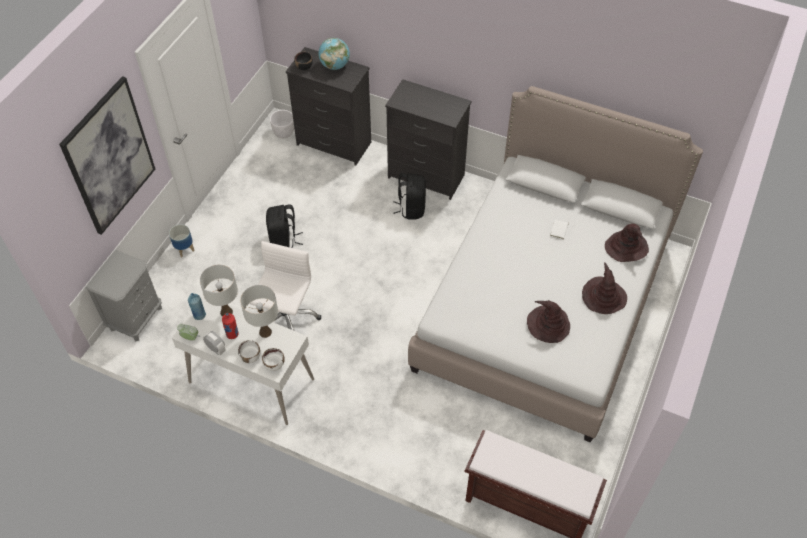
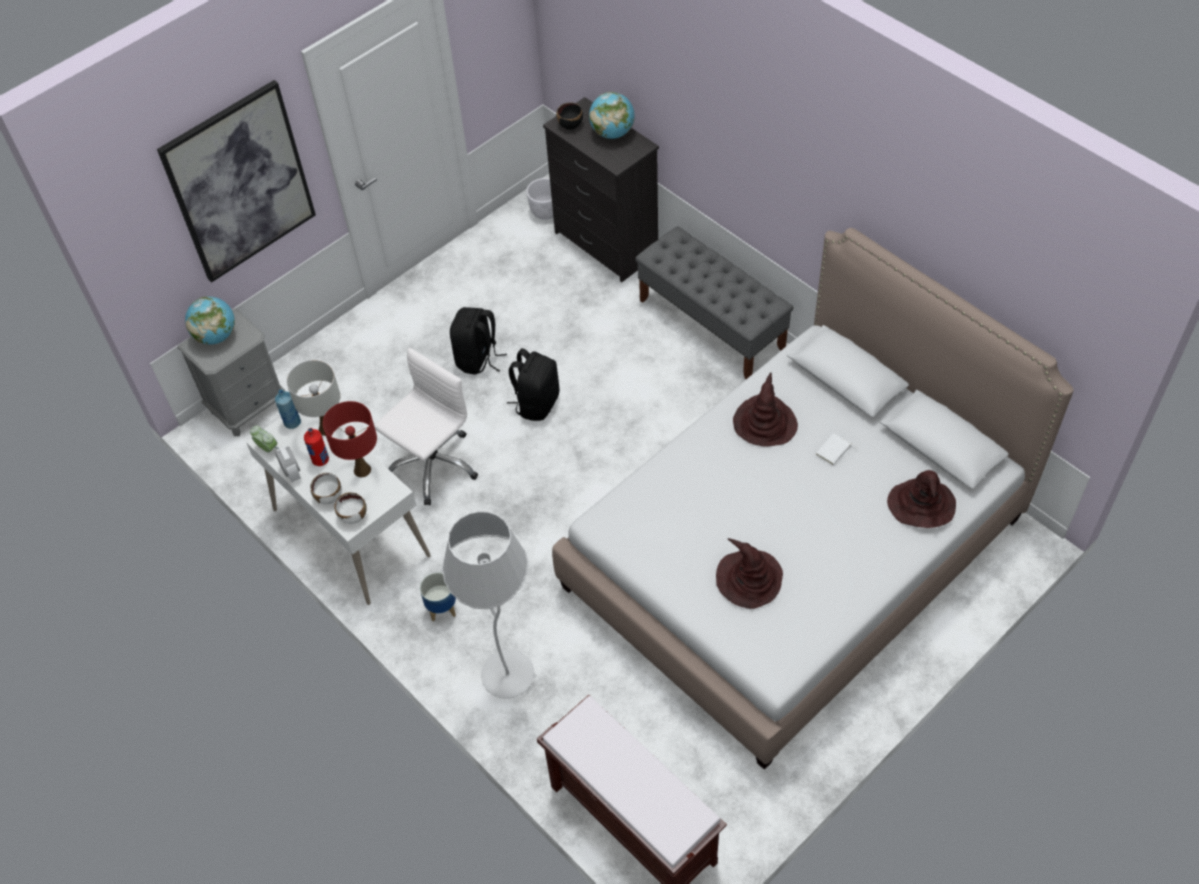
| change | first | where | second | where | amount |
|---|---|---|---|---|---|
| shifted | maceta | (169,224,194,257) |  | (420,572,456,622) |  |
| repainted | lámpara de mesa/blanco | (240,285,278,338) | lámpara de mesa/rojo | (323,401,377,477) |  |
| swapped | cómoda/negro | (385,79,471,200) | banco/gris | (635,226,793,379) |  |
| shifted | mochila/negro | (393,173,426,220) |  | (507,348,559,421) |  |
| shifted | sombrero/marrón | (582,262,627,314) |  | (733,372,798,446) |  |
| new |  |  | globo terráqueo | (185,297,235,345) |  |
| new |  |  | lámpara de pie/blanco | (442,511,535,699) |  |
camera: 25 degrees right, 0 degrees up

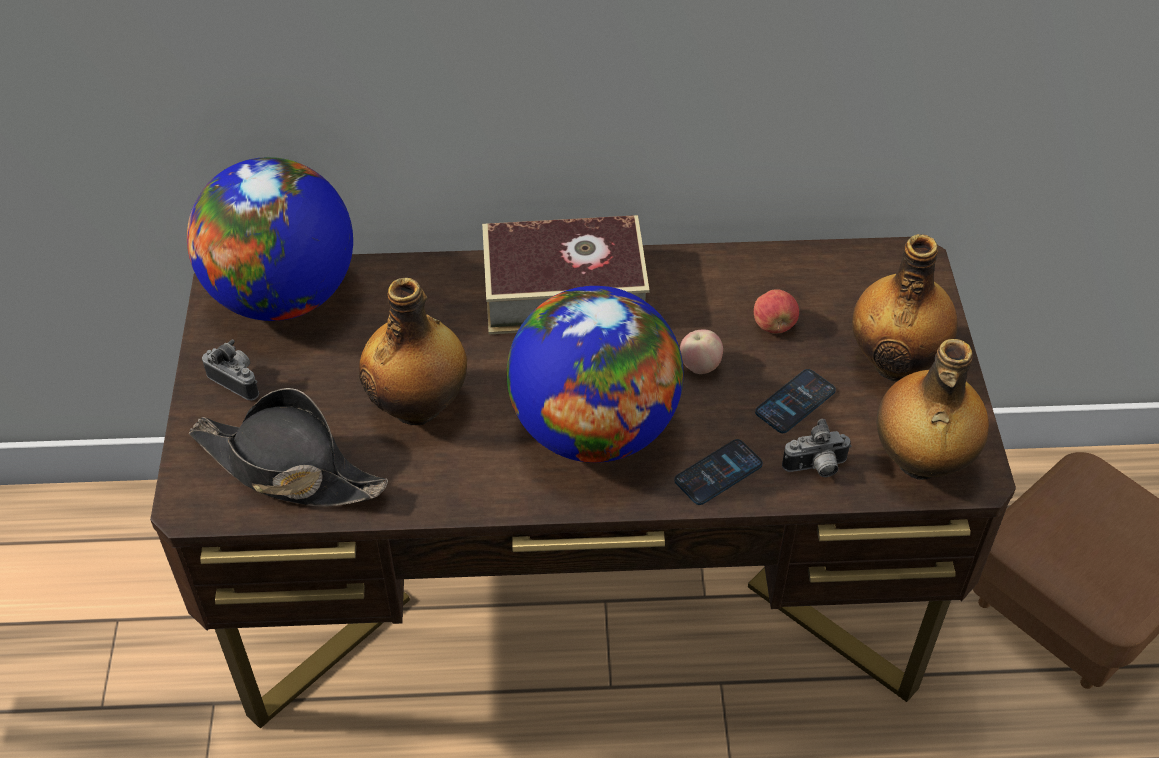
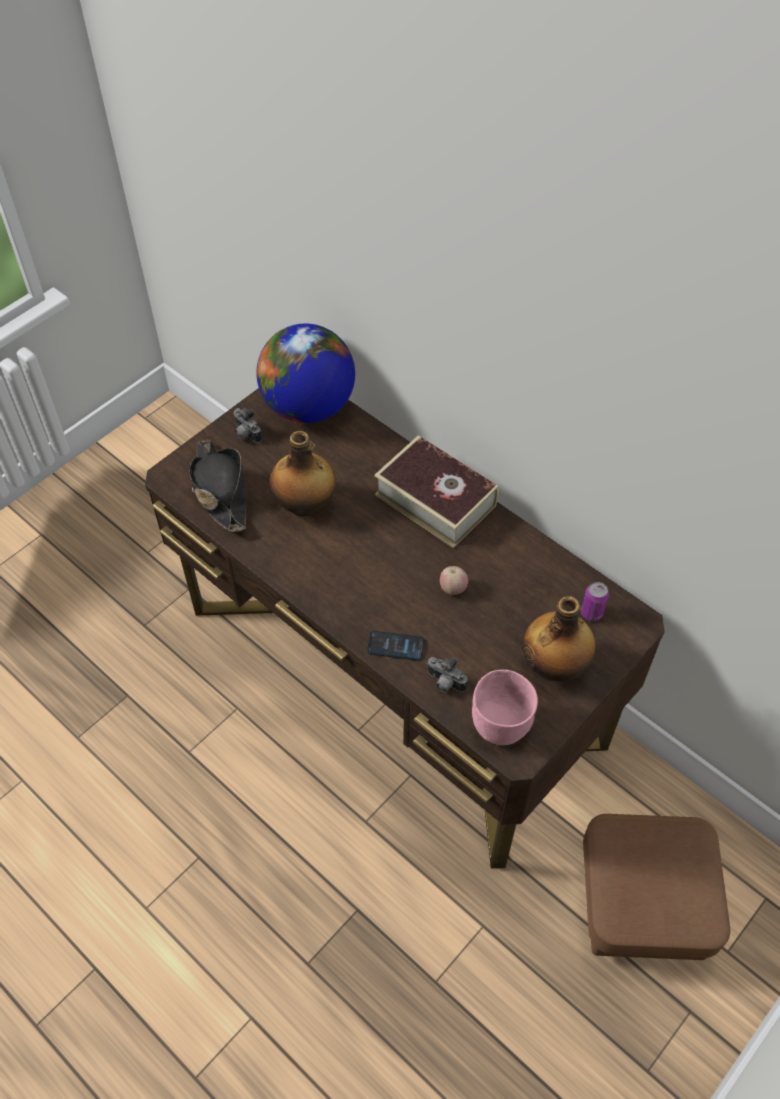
| change | first | where | second | where | amount |
|---|---|---|---|---|---|
| rotated | cámara | (202,339,259,401) |  | (234,408,262,443) | 150 degrees clockwise |
| gone | globo terráqueo | (507,286,683,463) |  |  |  |
| gone | manzana | (754,289,799,333) |  |  |  |
| gone | móvil | (755,369,836,433) |  |  |  |
| swapped | botella | (876,339,989,480) | cuenco/rosa | (472,670,538,745) |  |
| new |  |  | lata | (581,582,609,621) |  |
camera: 45 degrees right, 5 degrees up

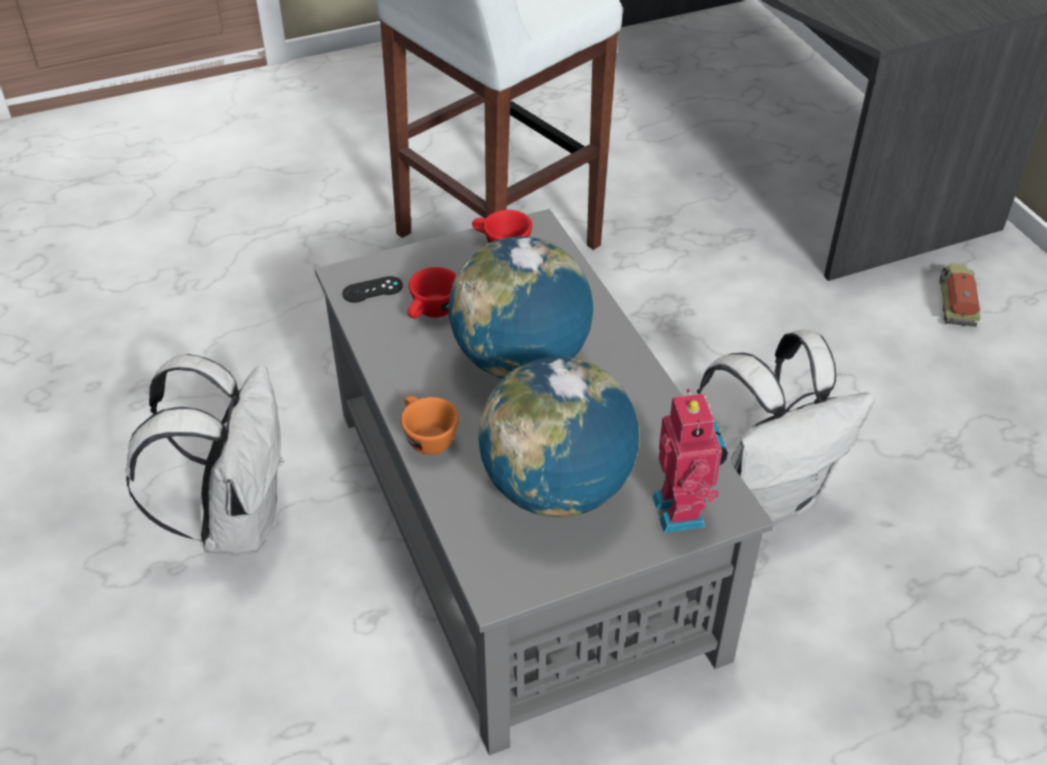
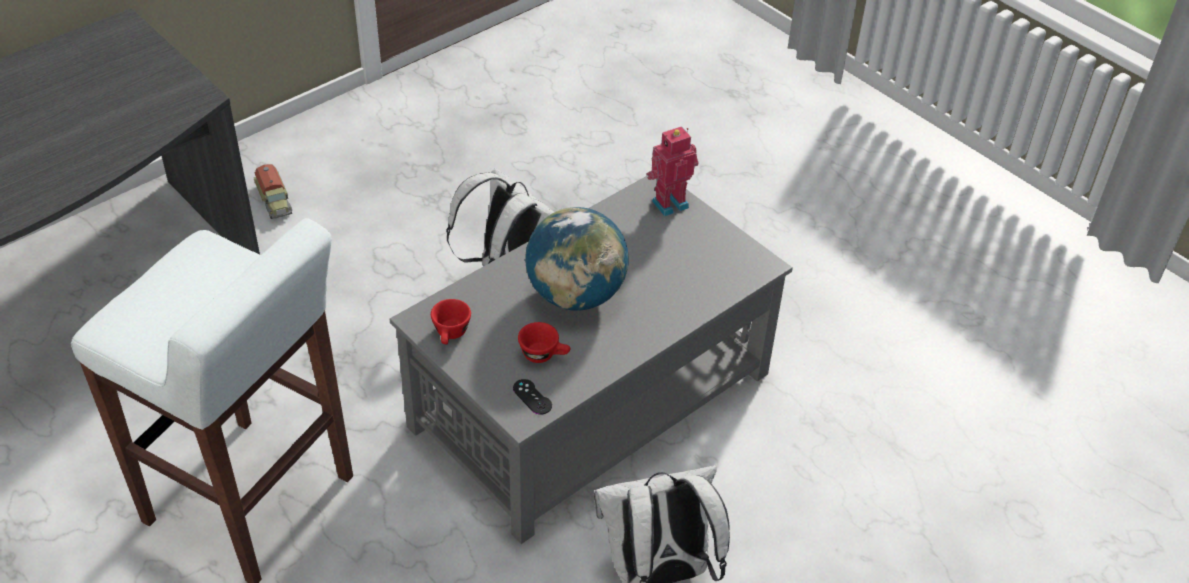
| change | first | where | second | where | amount |
|---|---|---|---|---|---|
| gone | taza/naranja | (401,396,459,455) |  |  |  |
| gone | globo terráqueo | (478,356,639,517) |  |  |  |
| rotated | camión de juguete | (940,264,980,327) |  | (254,164,292,219) | 105 degrees counterclockwise |
camera: 110 degrees left, 0 degrees up

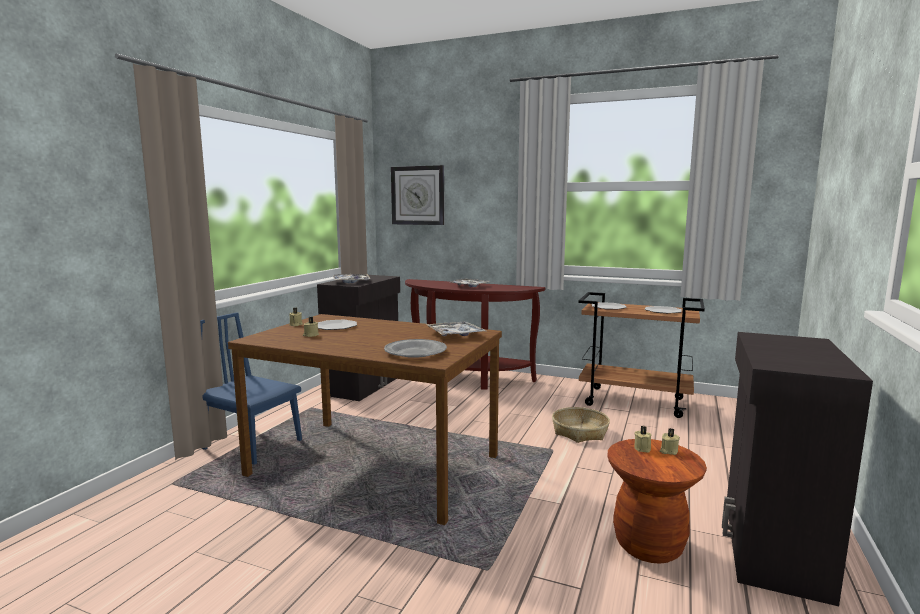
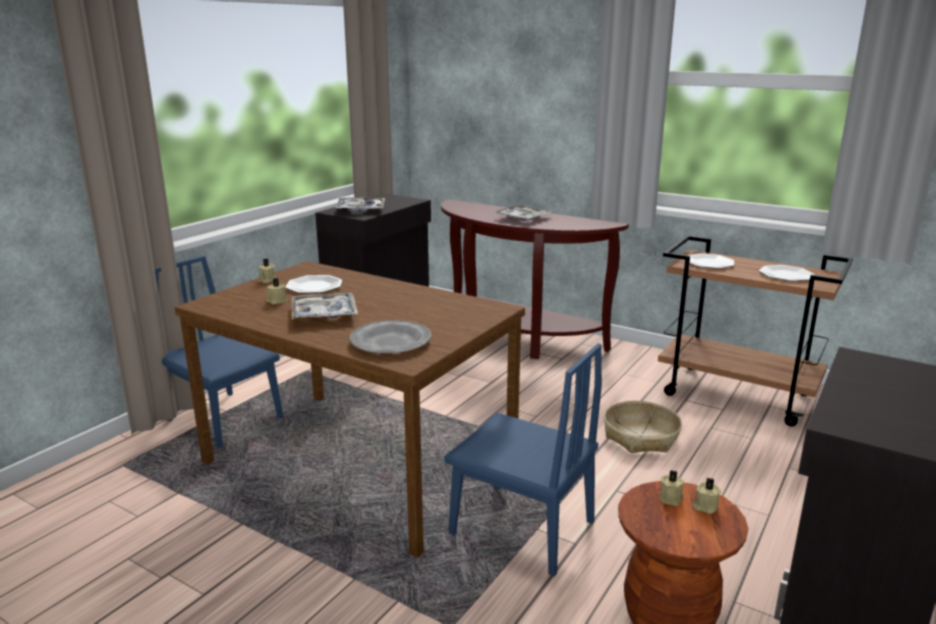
| change | first | where | second | where | amount |
|---|---|---|---|---|---|
| gone | reloj de pared | (391,165,444,225) |  |  |  |
| shifted | bandeja | (425,322,486,336) |  | (292,293,358,319) |  |
| new |  |  | silla/azul | (444,343,602,577) |  |
camera: 10 degrees right, 10 degrees up

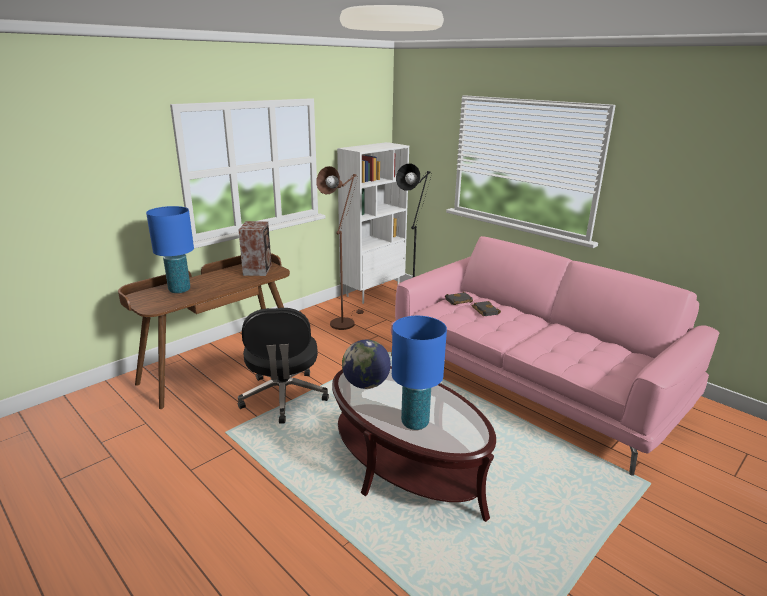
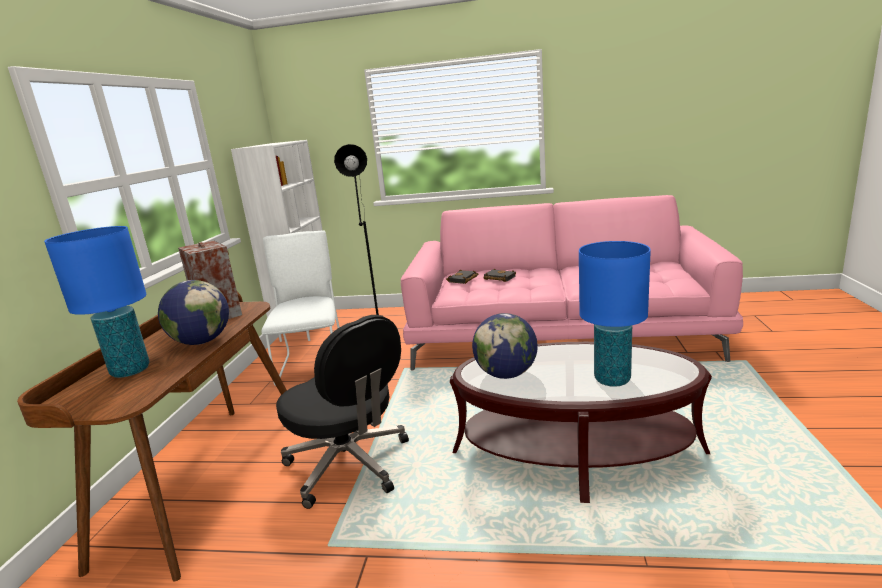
| change | first | where | second | where | amount |
|---|---|---|---|---|---|
| swapped | lámpara de pie/marrón | (316,166,364,330) | silla/blanco | (261,230,340,386) |  |
| new |  |  | globo terráqueo | (158,280,229,345) |  |
camera: 35 degrees left, 5 degrees down

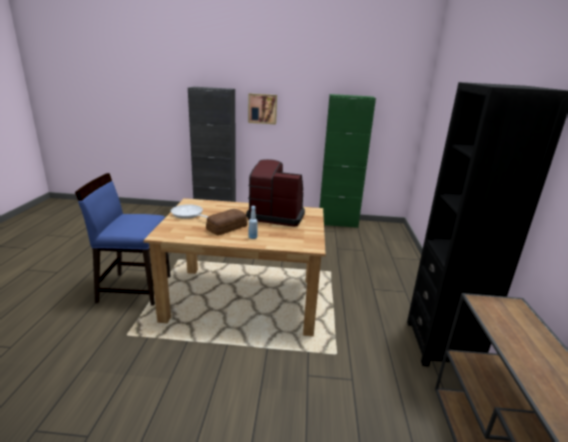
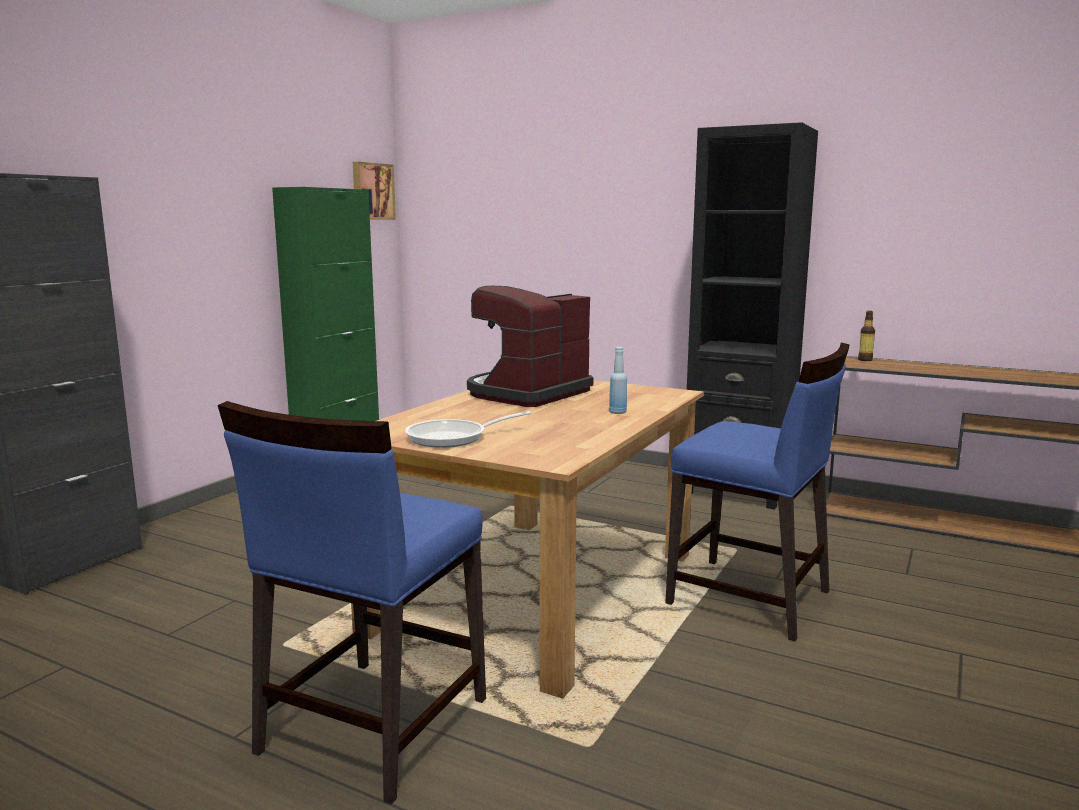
| change | first | where | second | where | amount |
|---|---|---|---|---|---|
| gone | pan | (206,209,247,236) |  |  |  |
| shifted | cuadro | (248,93,277,124) |  | (353,162,396,220) |  |
| new |  |  | silla/azul | (665,343,849,642) |  |
| new |  |  | botella | (858,311,875,361) |  |
camera: 65 degrees left, 10 degrees down

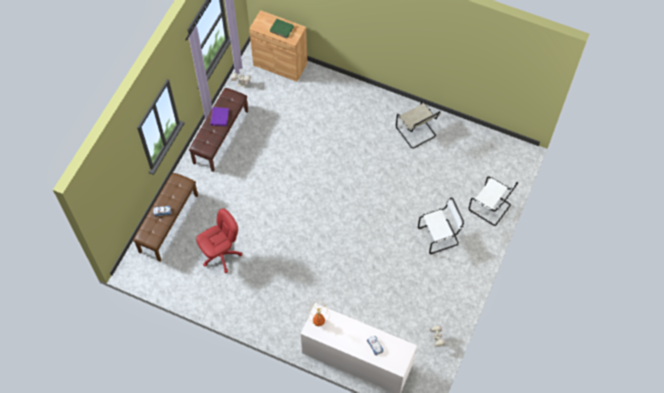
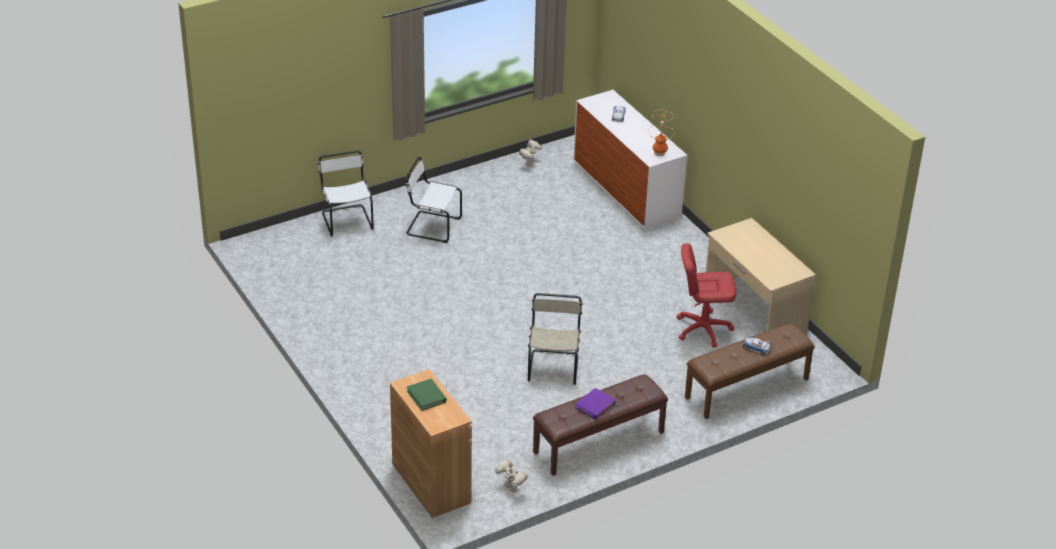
| change | first | where | second | where | amount |
|---|---|---|---|---|---|
| shifted | silla/beis | (396,101,441,149) |  | (528,293,583,385) |  |
| new |  |  | escritorio/beis | (706,218,816,333) |  |
camera: 145 degrees left, 25 degrees down

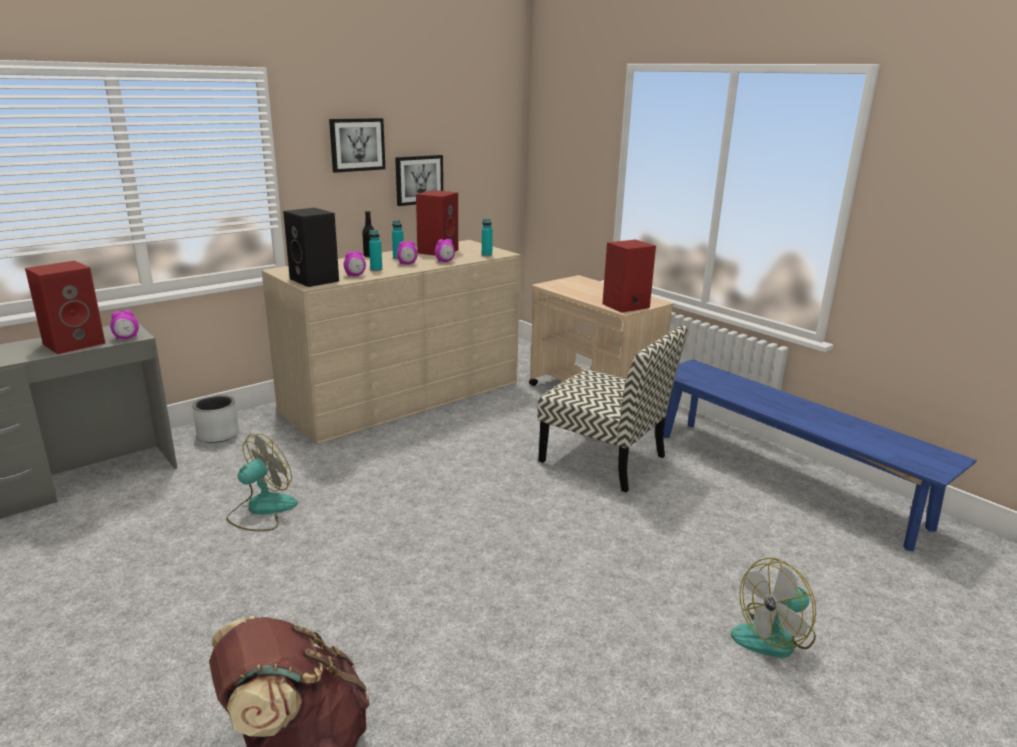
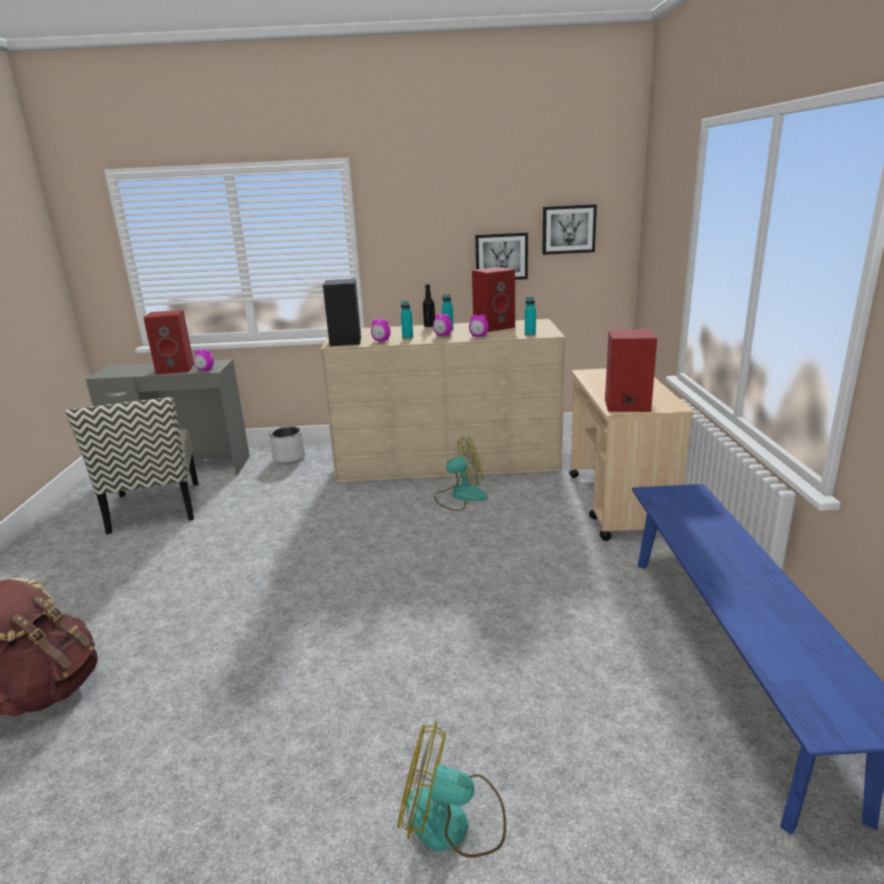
| change | first | where | second | where | amount |
|---|---|---|---|---|---|
| shifted | ventilador | (226,434,298,531) |  | (434,436,488,511) |  |
| shifted | cuadro | (329,118,385,173) |  | (542,204,597,255) |  |
| shifted | silla | (537,325,687,492) |  | (65,397,198,535) |  |
camera: 40 degrees right, 0 degrees up

